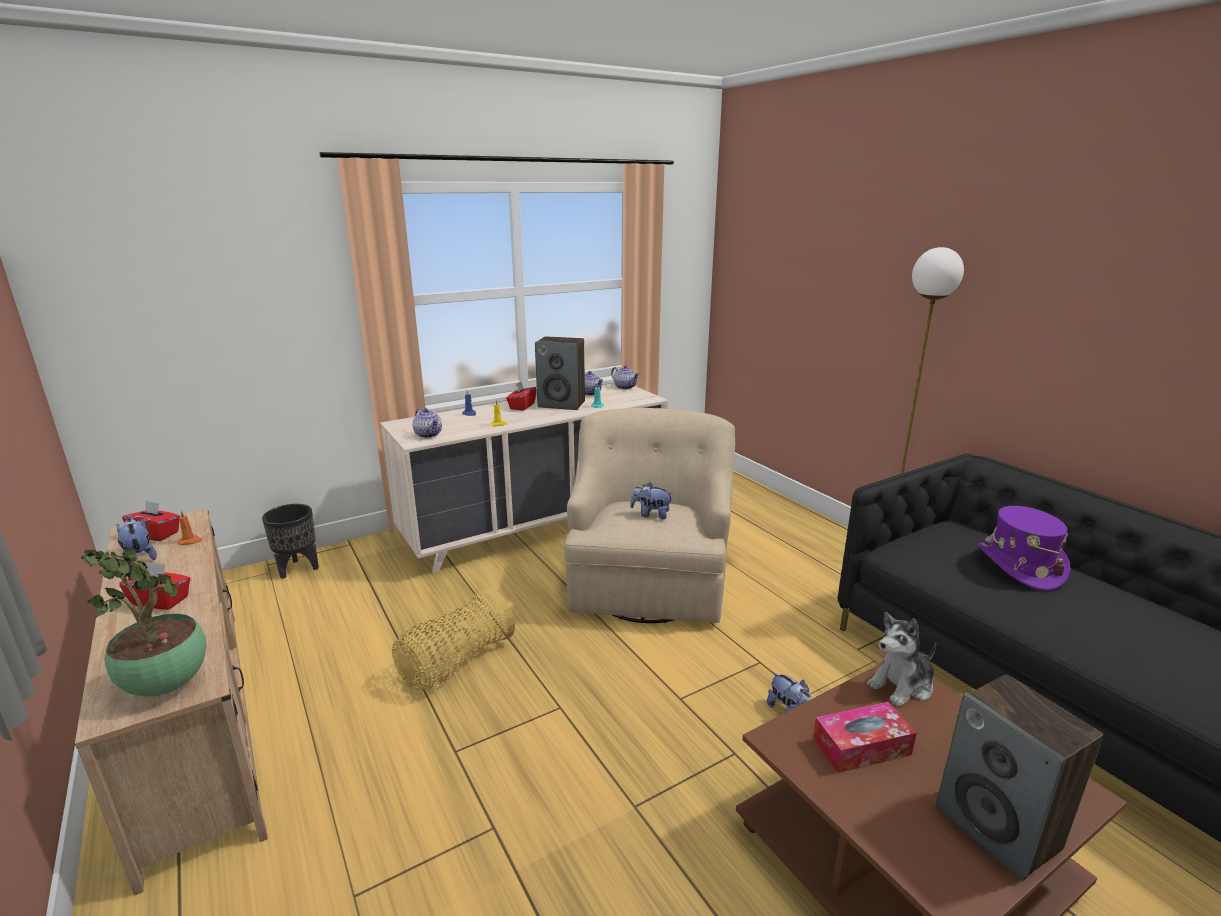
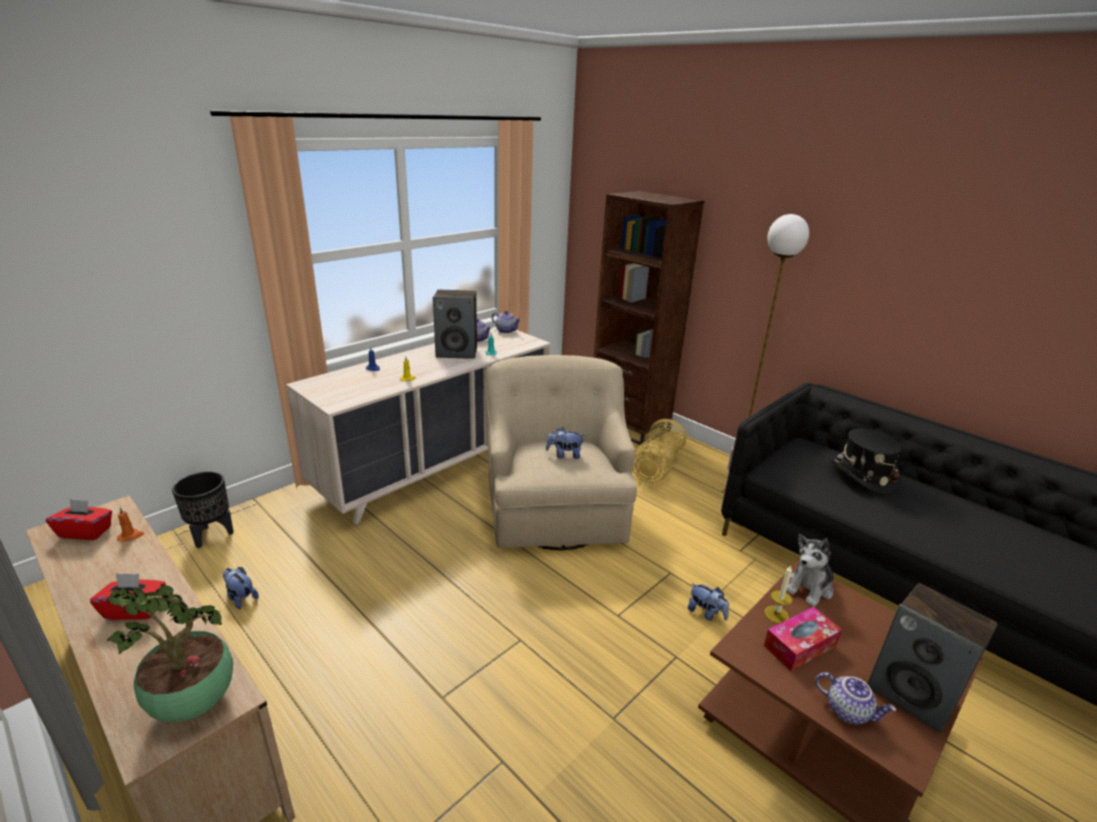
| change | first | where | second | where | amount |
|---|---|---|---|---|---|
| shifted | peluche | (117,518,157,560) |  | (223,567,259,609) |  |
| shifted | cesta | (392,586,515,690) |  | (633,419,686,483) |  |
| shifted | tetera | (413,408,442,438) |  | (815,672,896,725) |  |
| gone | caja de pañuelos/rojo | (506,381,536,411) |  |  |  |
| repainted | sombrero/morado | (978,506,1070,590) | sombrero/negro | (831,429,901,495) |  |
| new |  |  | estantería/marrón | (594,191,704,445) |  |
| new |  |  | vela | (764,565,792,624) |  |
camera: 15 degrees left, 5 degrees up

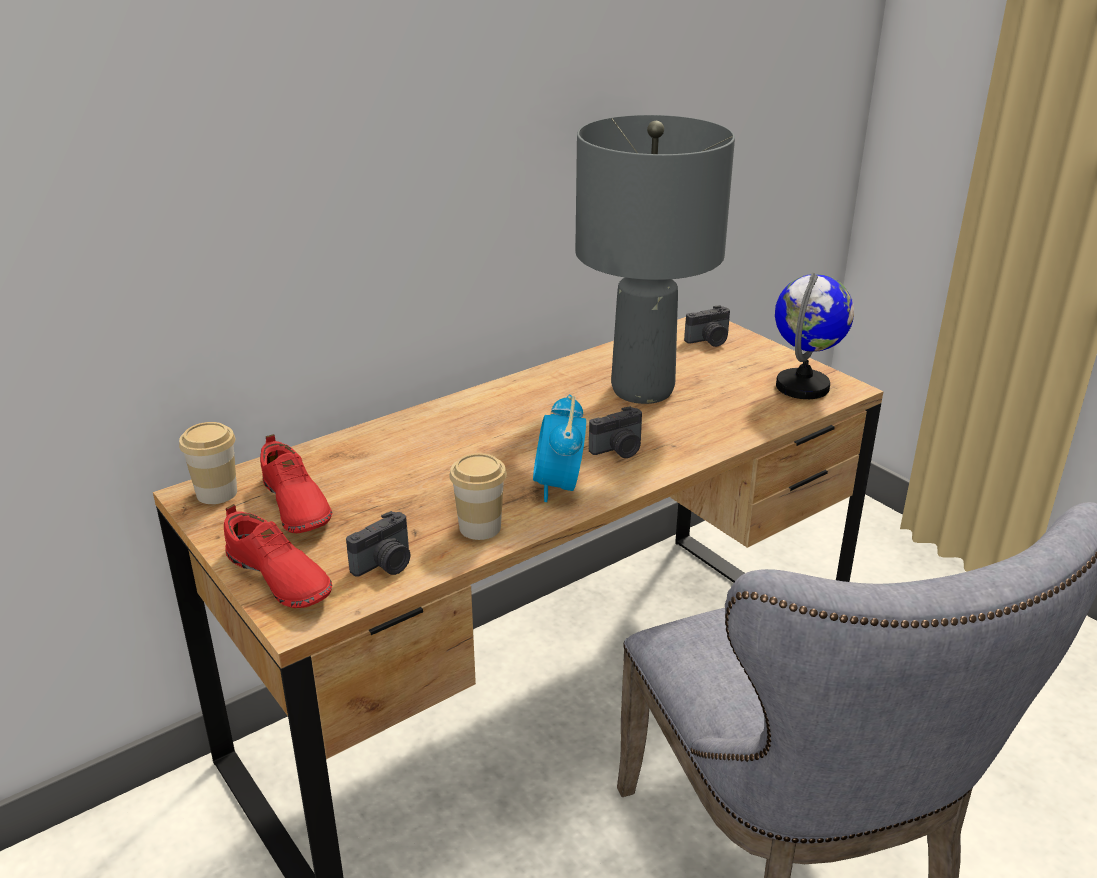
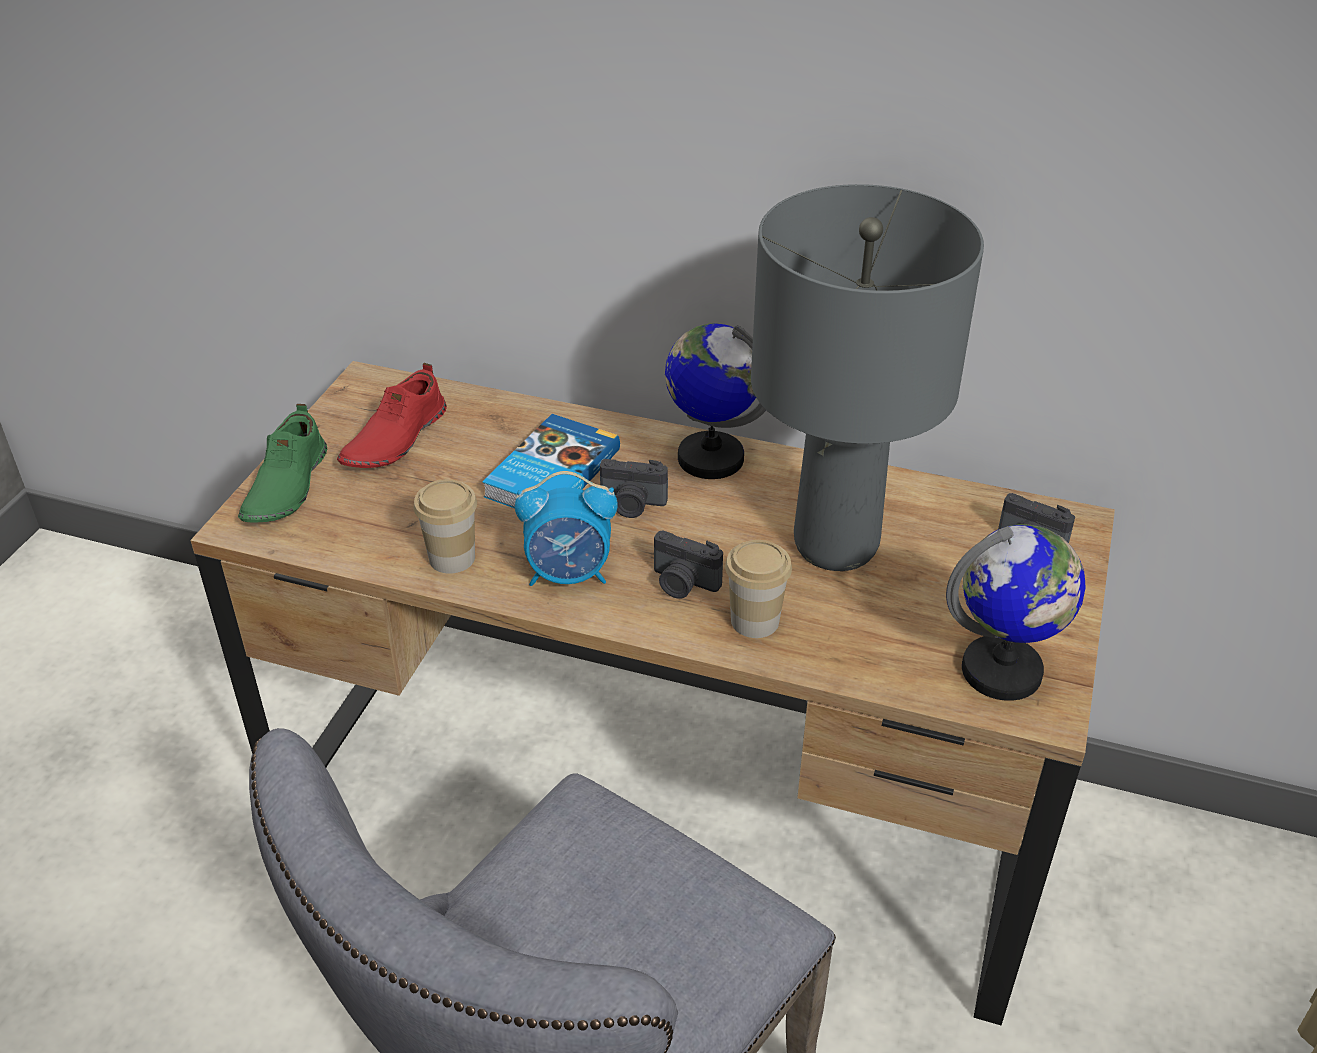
| change | first | where | second | where | amount |
|---|---|---|---|---|---|
| shifted | taza | (179,422,237,504) |  | (725,540,792,638) |  |
| repainted | zapato/rojo | (224,504,332,608) | zapato/verde | (238,404,327,522) |  |
| shifted | cámara | (346,511,410,577) |  | (600,459,668,518) |  |
| rotated | despertador | (533,395,586,502) |  | (515,471,618,586) | 150 degrees counterclockwise |
| new |  |  | libro | (482,414,620,508) |  |
| new |  |  | globo terráqueo | (665,323,766,479) |  |
camera: 55 degrees right, 10 degrees up

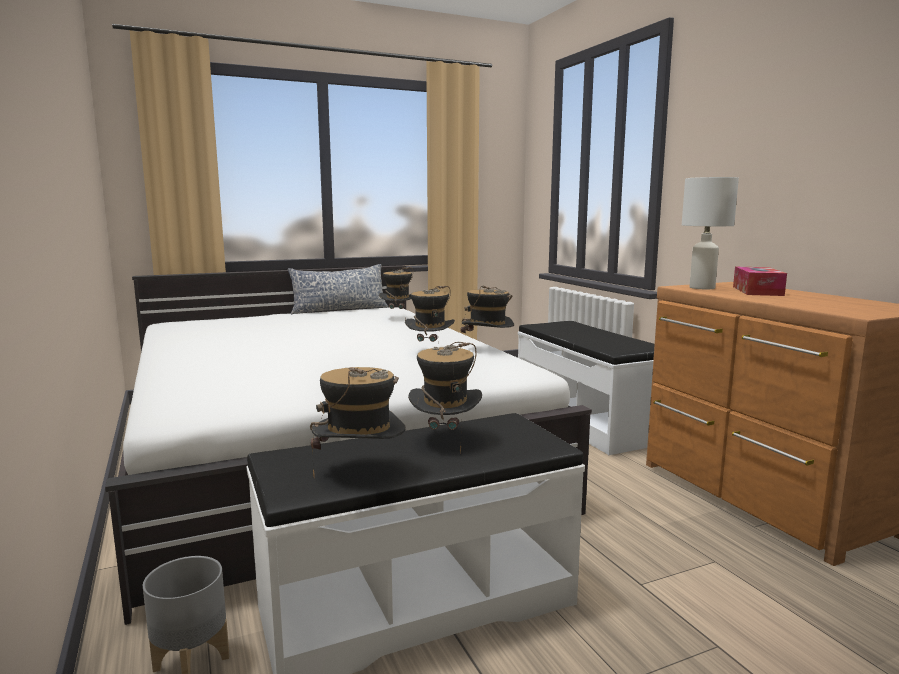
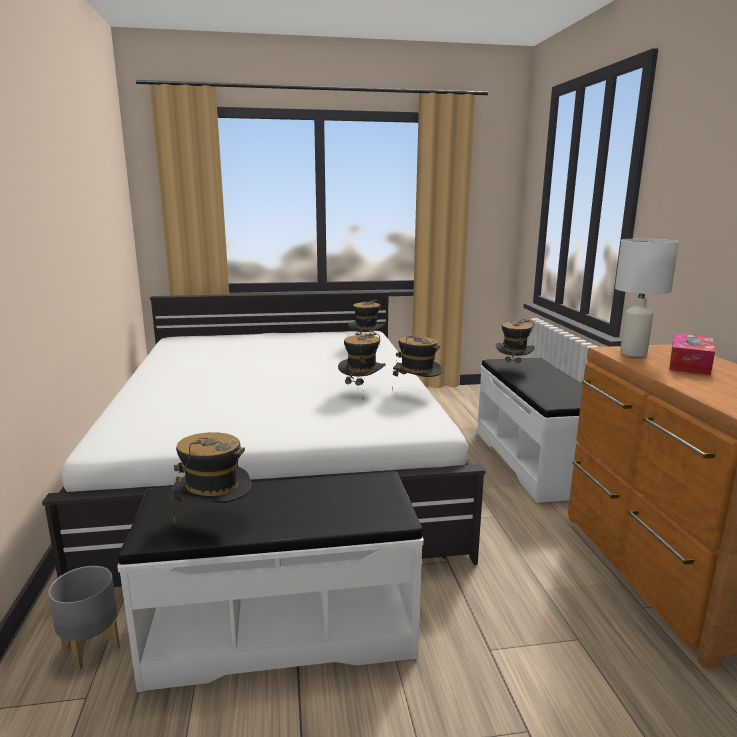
| change | first | where | second | where | amount |
|---|---|---|---|---|---|
| gone | cojín | (288,264,389,315) |  |  |  |
| shifted | sombrero | (408,342,482,453) |  | (496,320,535,376) |  |
camera: 15 degrees right, 5 degrees up

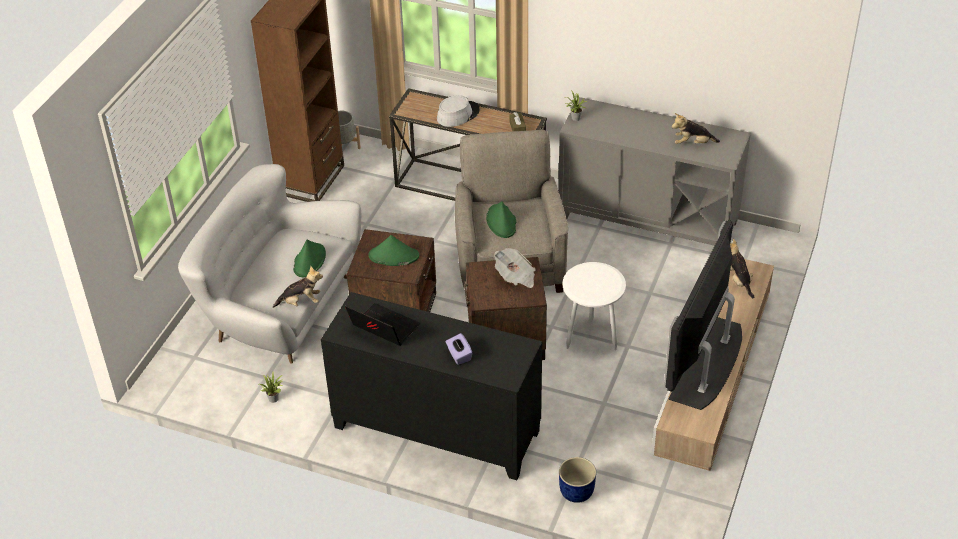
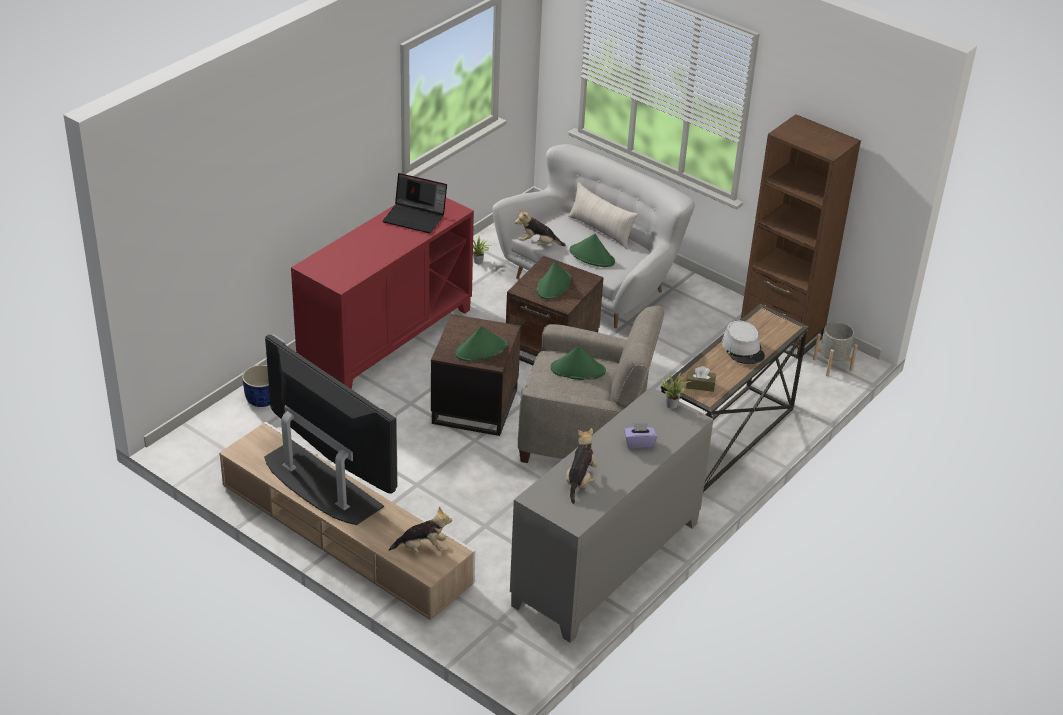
| change | first | where | second | where | amount |
|---|---|---|---|---|---|
| rotated | peluche | (273,266,323,308) |  | (515,209,566,246) | 90 degrees clockwise |
| repainted | armario/negro | (321,292,542,480) | armario/rojo | (291,197,474,389) |  |
| rotated | portátil | (345,303,420,346) |  | (383,173,447,233) | 60 degrees clockwise |
| shifted | caja de pañuelos/morado | (446,333,472,365) |  | (624,423,657,449) |  |
| swapped | periódico | (494,248,536,288) | sombrero/verde | (455,326,507,362) |  |
| gone | mesa auxiliar/blanco | (563,262,626,351) |  |  |  |
| new |  |  | cojín/beis | (568,182,638,248) |  |
camera: 105 degrees right, 5 degrees down

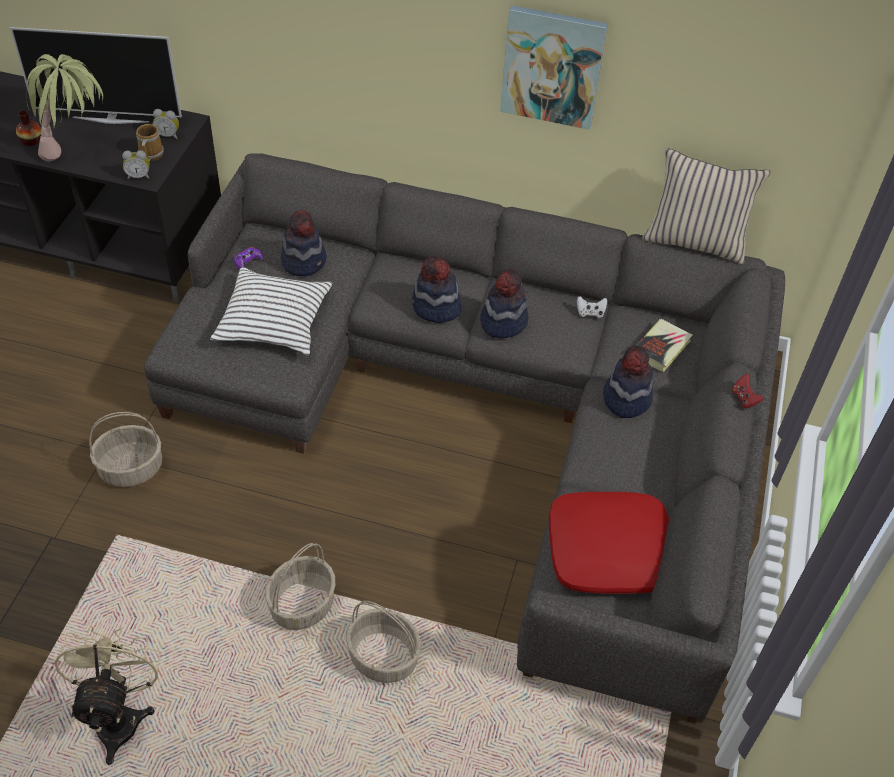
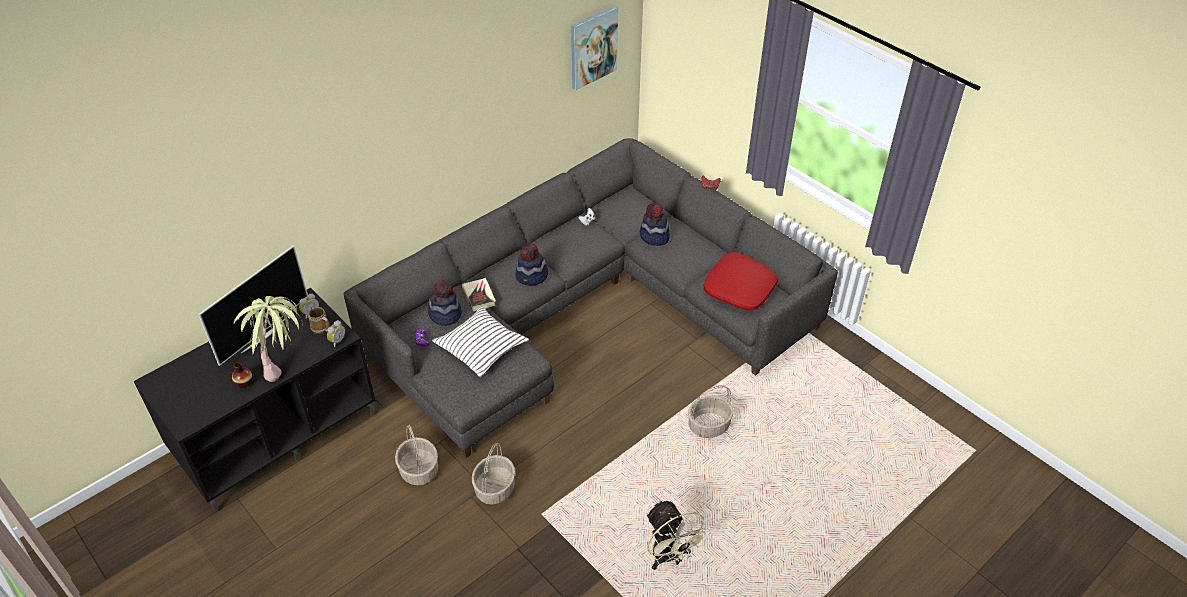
| change | first | where | second | where | amount |
|---|---|---|---|---|---|
| rotated | ventilador/beis | (55,626,161,765) |  | (646,500,710,570) | 150 degrees counterclockwise |
| shifted | cesta | (265,543,335,630) |  | (395,425,438,485) |  |
| gone | sombrero | (480,269,528,338) |  |  |  |
| shifted | cuadro | (500,5,608,130) |  | (571,6,618,90) |  |
| shifted | libro | (636,319,693,372) |  | (462,278,496,311) |  |
| gone | cojín/beis | (642,148,771,265) |  |  |  |
camera: 55 degrees left, 5 degrees down

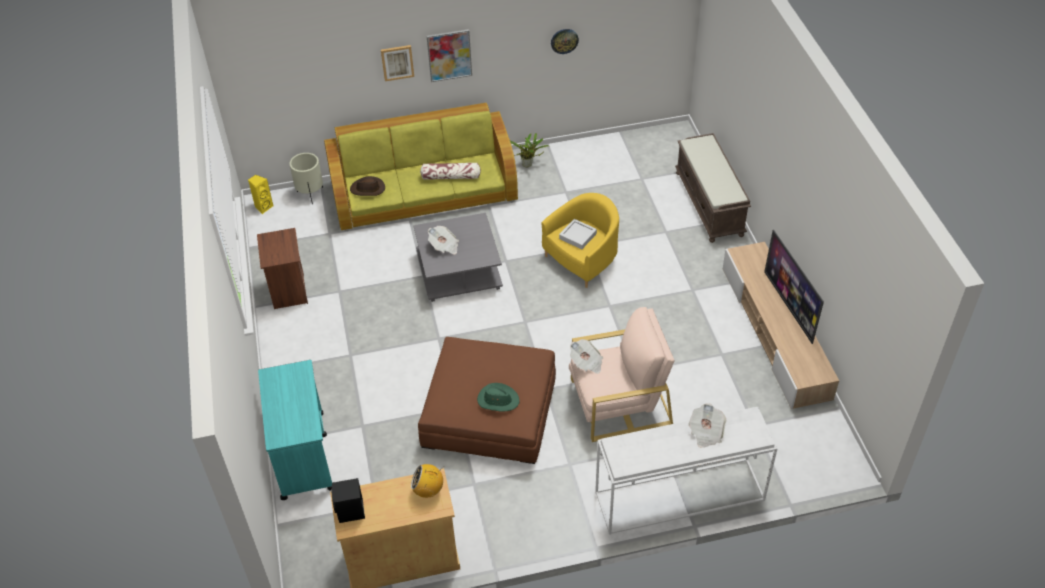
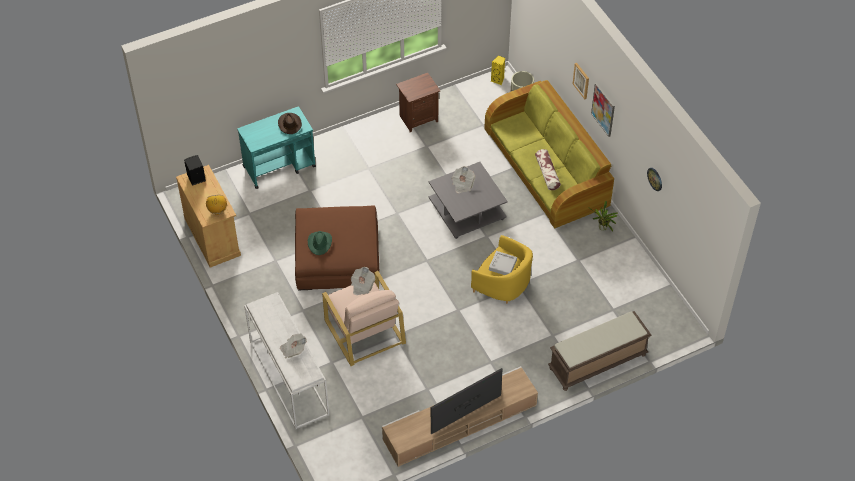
| change | first | where | second | where | amount |
|---|---|---|---|---|---|
| shifted | sombrero/marrón | (350,176,385,196) |  | (278,113,302,134) |  |
camera: 75 degrees right, 5 degrees up

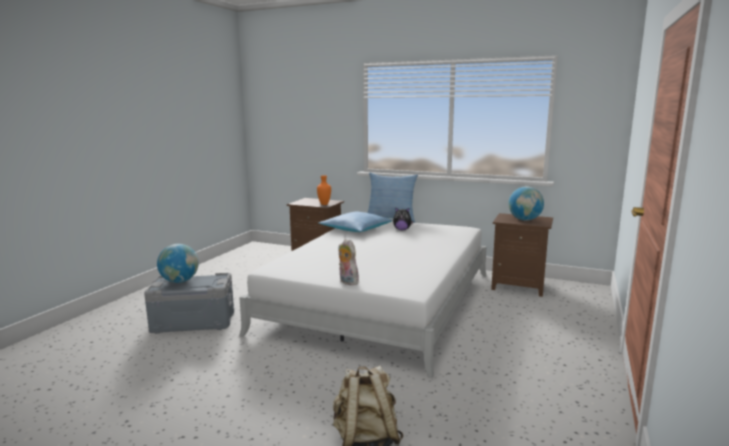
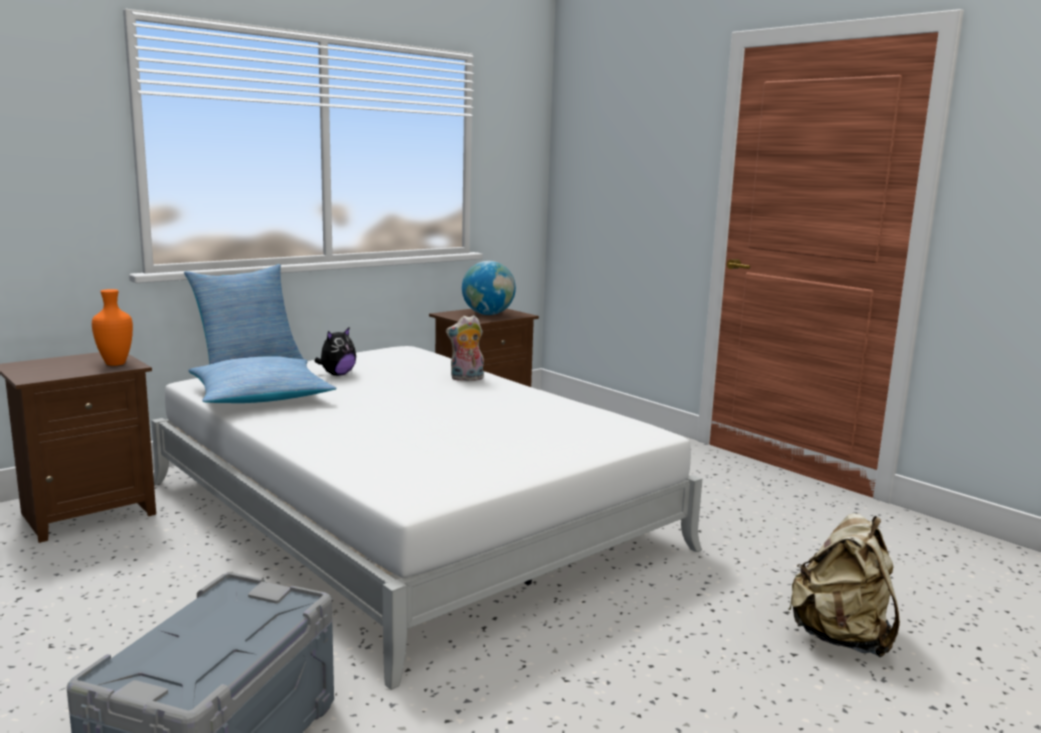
| change | first | where | second | where | amount |
|---|---|---|---|---|---|
| gone | globo terráqueo | (157,244,199,283) |  |  |  |
| shifted | peluche | (339,239,359,285) |  | (446,315,484,381) |  |
camera: 65 degrees left, 0 degrees up

